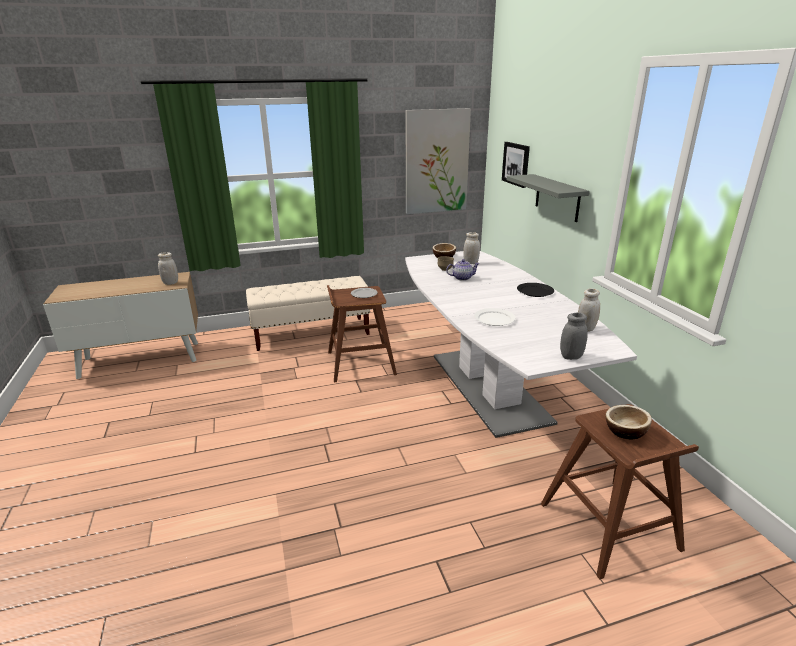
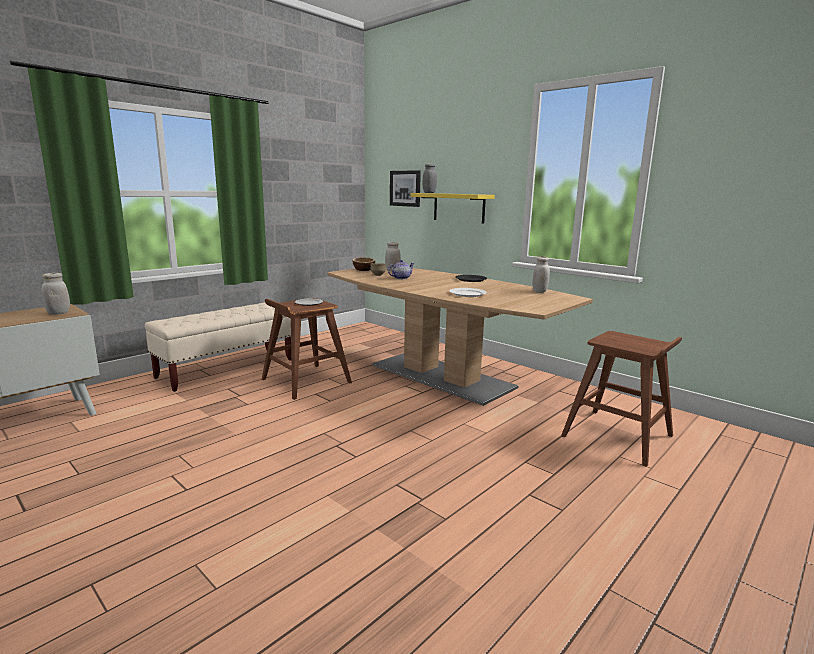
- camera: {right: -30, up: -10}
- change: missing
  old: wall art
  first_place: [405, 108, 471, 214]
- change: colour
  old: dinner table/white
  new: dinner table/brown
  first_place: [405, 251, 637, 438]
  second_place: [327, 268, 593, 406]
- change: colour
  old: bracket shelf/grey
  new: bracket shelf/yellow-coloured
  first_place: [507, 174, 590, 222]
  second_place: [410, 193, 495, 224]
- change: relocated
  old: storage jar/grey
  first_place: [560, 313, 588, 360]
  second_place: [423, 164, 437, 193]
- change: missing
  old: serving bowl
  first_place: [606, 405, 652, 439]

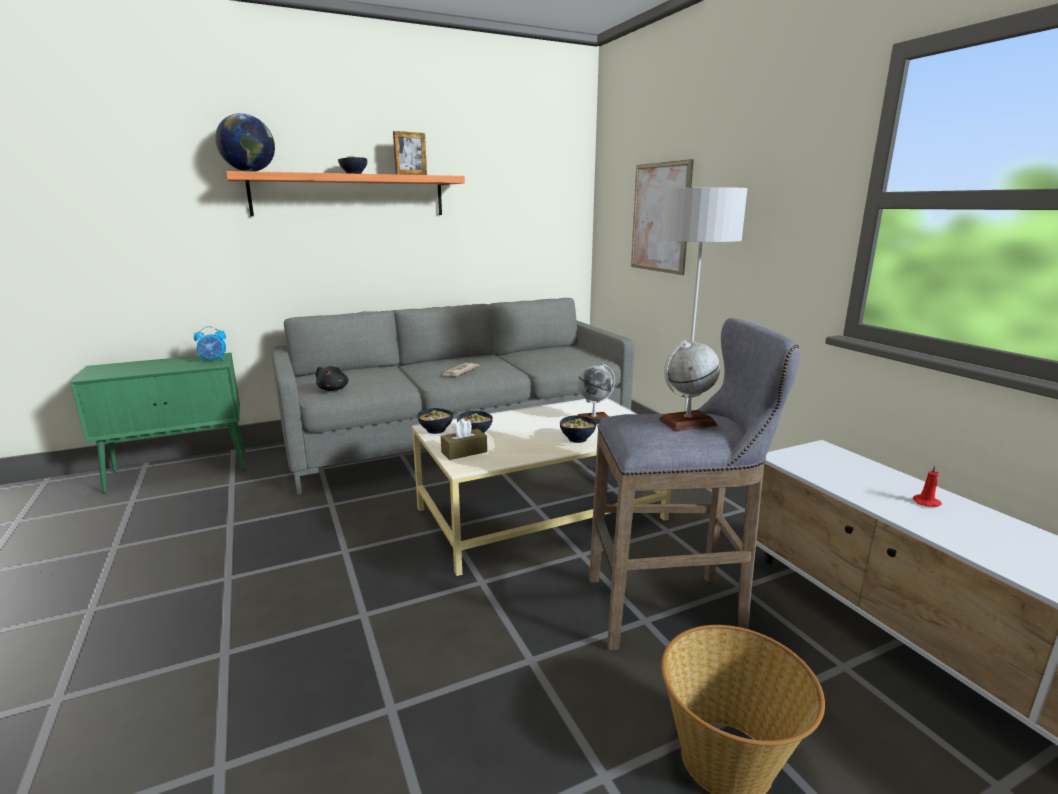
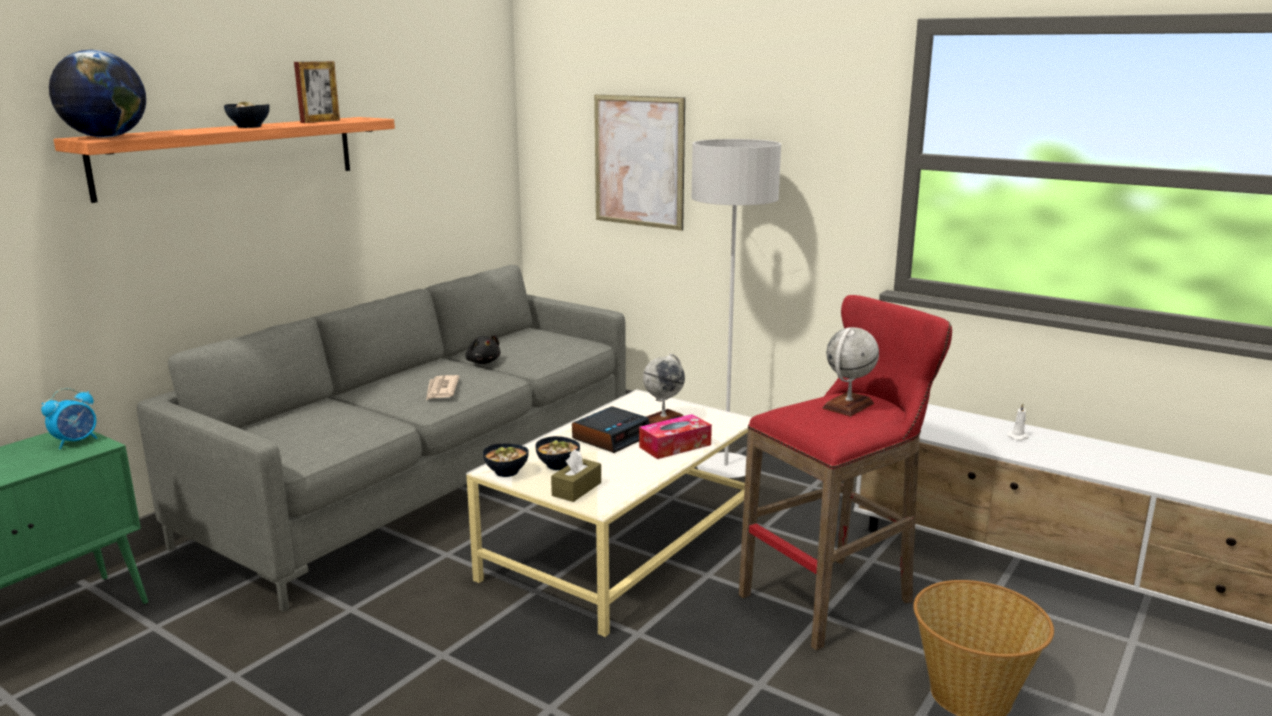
- camera: {right: -30, up: 0}
- change: relocated
  old: plush toy/black-coloured
  first_place: [316, 366, 349, 391]
  second_place: [465, 335, 501, 364]
- change: exchanged
  old: serving bowl
  new: tissue box
  first_place: [560, 415, 596, 443]
  second_place: [639, 414, 712, 459]
- change: colour
  old: sitting stool/grey
  new: sitting stool/red
  first_place: [589, 318, 799, 650]
  second_place: [739, 295, 952, 651]
- change: colour
  old: wax candle/red
  new: wax candle/white
  first_place: [913, 464, 942, 507]
  second_place: [1007, 403, 1029, 440]
- change: appeared
  new: table clock
  second_place: [572, 407, 650, 453]

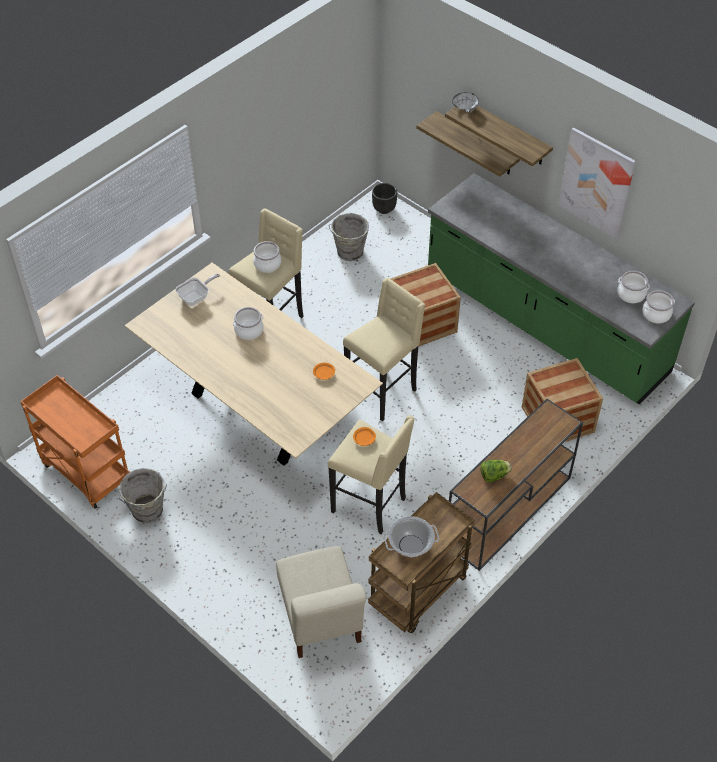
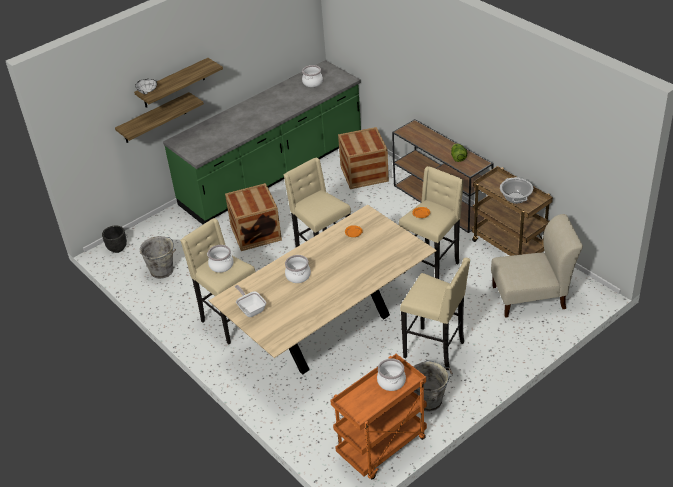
- camera: {right: -80, up: -10}
- change: missing
  old: wall art
  first_place: [559, 127, 636, 239]
- change: relocated
  old: stockpot
  first_place: [642, 290, 675, 323]
  second_place: [377, 358, 406, 391]
- change: appeared
  new: sitting stool/beige
  second_place: [400, 258, 470, 370]

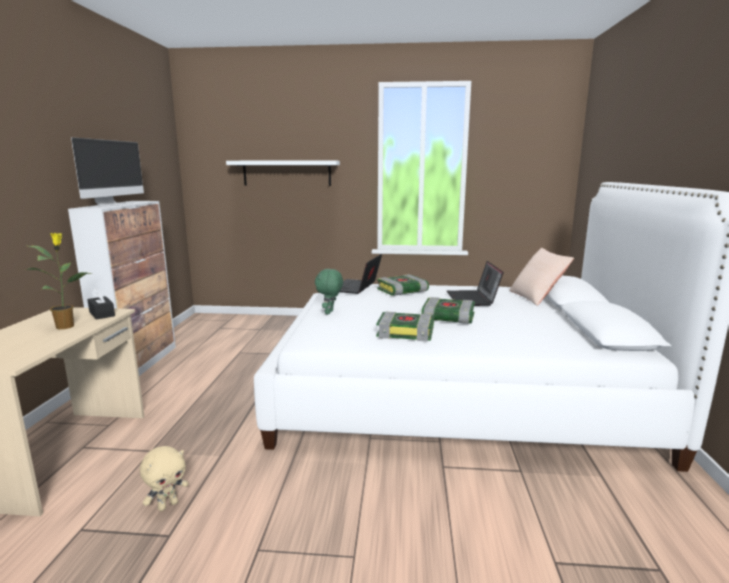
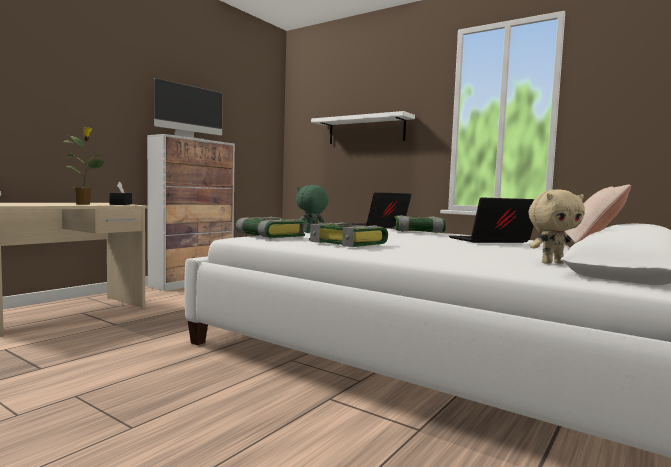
- camera: {right: 30, up: -10}
- change: relocated
  old: plush toy/beige
  first_place: [140, 446, 189, 511]
  second_place: [529, 189, 585, 264]
- change: relocated
  old: bound book
  first_place: [421, 297, 475, 324]
  second_place: [235, 217, 305, 238]
- change: spun
  old: laptop
  first_place: [447, 261, 504, 306]
  second_place: [449, 197, 535, 243]
  degrees: 45

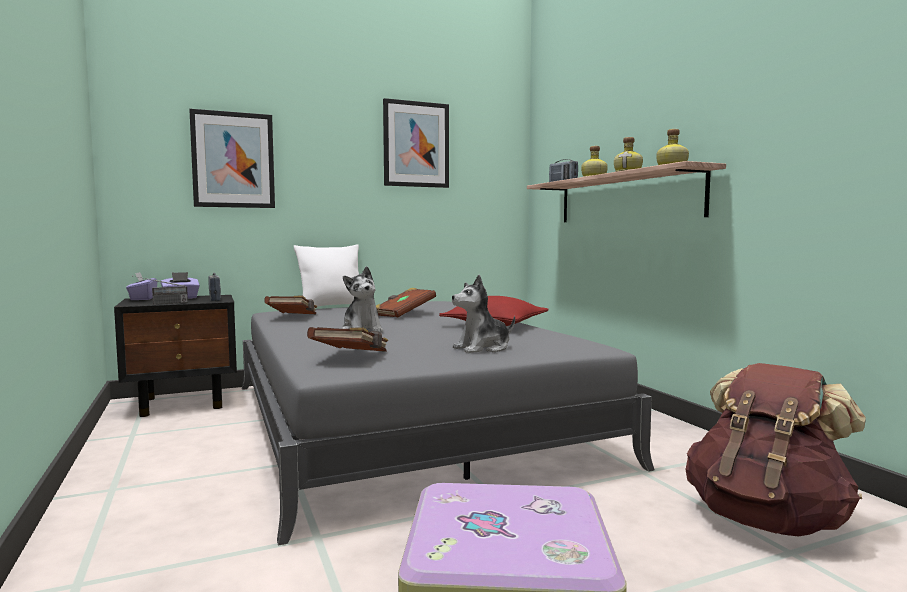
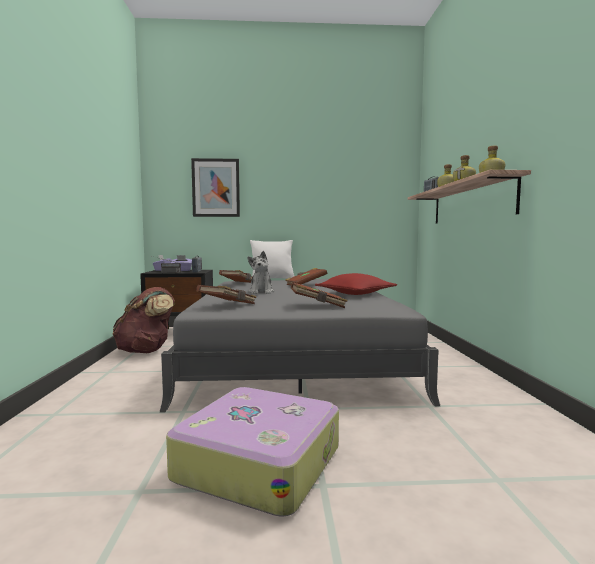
- camera: {right: 20, up: 0}
- change: missing
  old: wall art
  first_place: [383, 98, 449, 188]
- change: exchanged
  old: plush toy
  new: bound book/brown
  first_place: [452, 275, 515, 353]
  second_place: [291, 282, 348, 308]
- change: relocated
  old: knapsack/brown
  first_place: [686, 363, 866, 537]
  second_place: [113, 287, 175, 353]

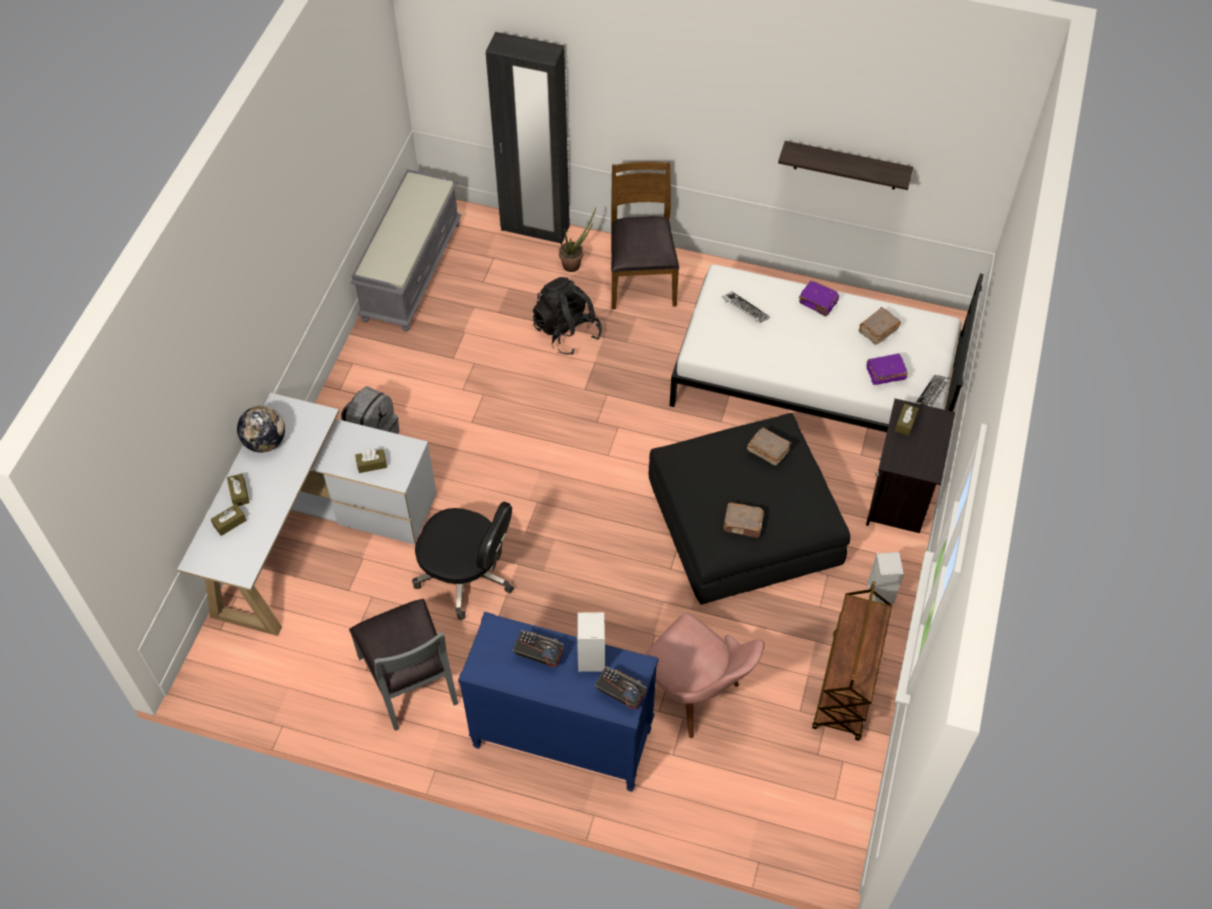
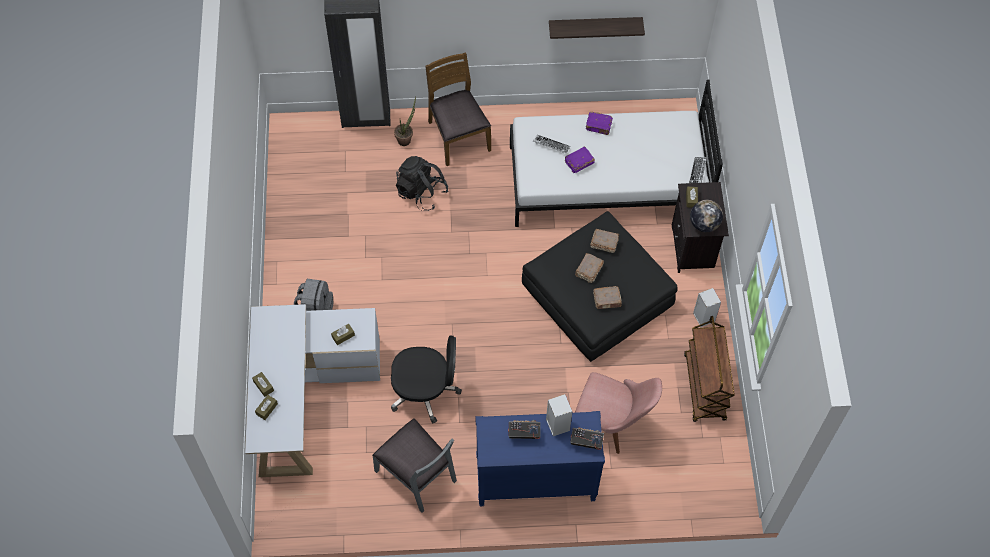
- camera: {right: -20, up: 5}
- change: relocated
  old: globe
  first_place: [237, 406, 285, 453]
  second_place: [690, 200, 723, 232]
- change: missing
  old: indoor bench/grey
  first_place: [351, 169, 462, 332]
- change: relocated
  old: bound book/brown
  first_place: [858, 307, 901, 345]
  second_place: [575, 253, 604, 283]
- change: relocated
  old: bound book/purple
  first_place: [866, 353, 908, 385]
  second_place: [565, 146, 595, 173]

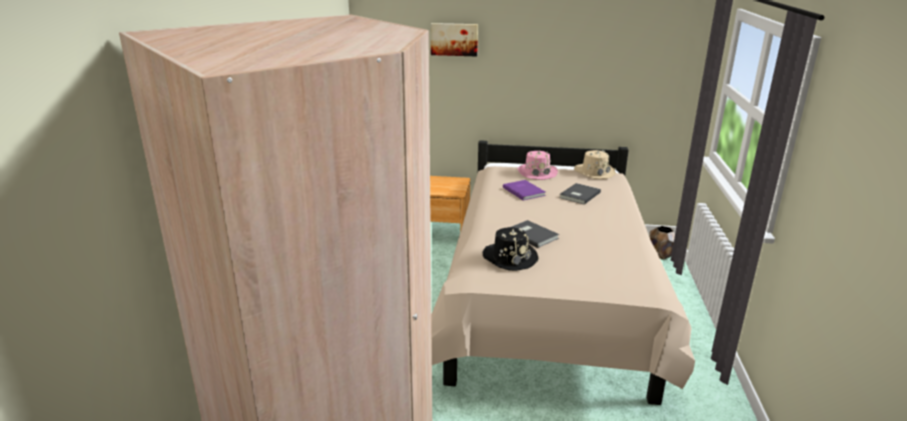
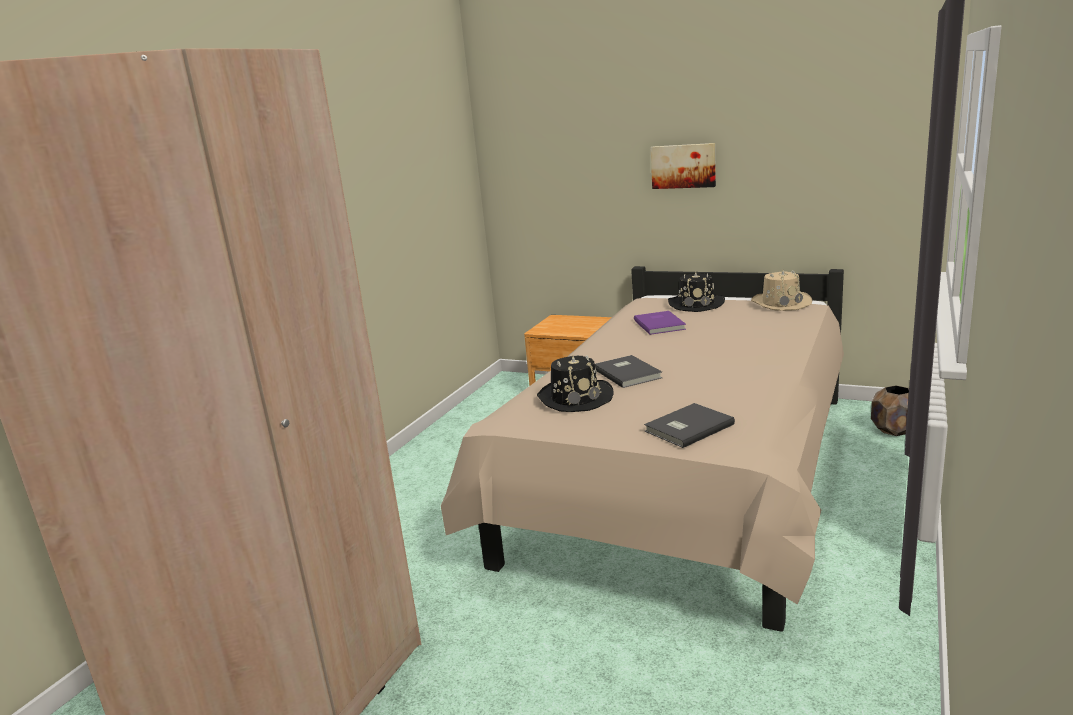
- camera: {right: 20, up: -5}
- change: relocated
  old: wall art
  first_place: [431, 23, 478, 57]
  second_place: [651, 143, 716, 189]
- change: colour
  old: clothing hat/pinkish
  new: clothing hat/black-coloured
  first_place: [517, 151, 558, 180]
  second_place: [668, 272, 725, 312]
- change: relocated
  old: bound book/grey
  first_place: [559, 183, 601, 205]
  second_place: [644, 403, 735, 448]

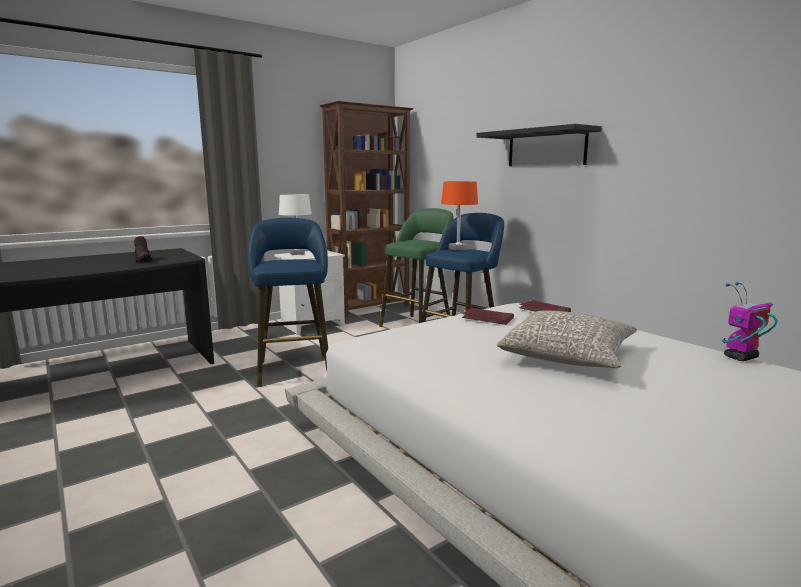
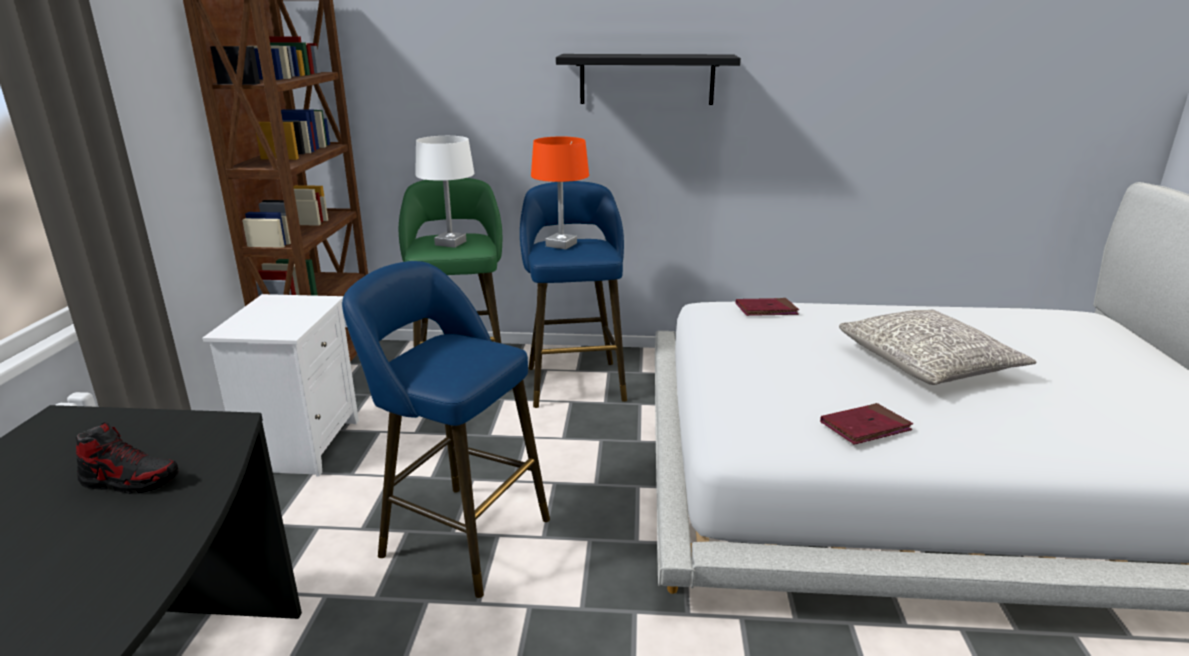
- camera: {right: -50, up: 10}
- change: relocated
  old: tabletop lamp/white
  first_place: [279, 194, 312, 255]
  second_place: [415, 136, 474, 248]
- change: relocated
  old: bound book/red
  first_place: [462, 308, 514, 325]
  second_place: [820, 403, 913, 445]
- change: missing
  old: toy robot
  first_place: [722, 282, 778, 361]

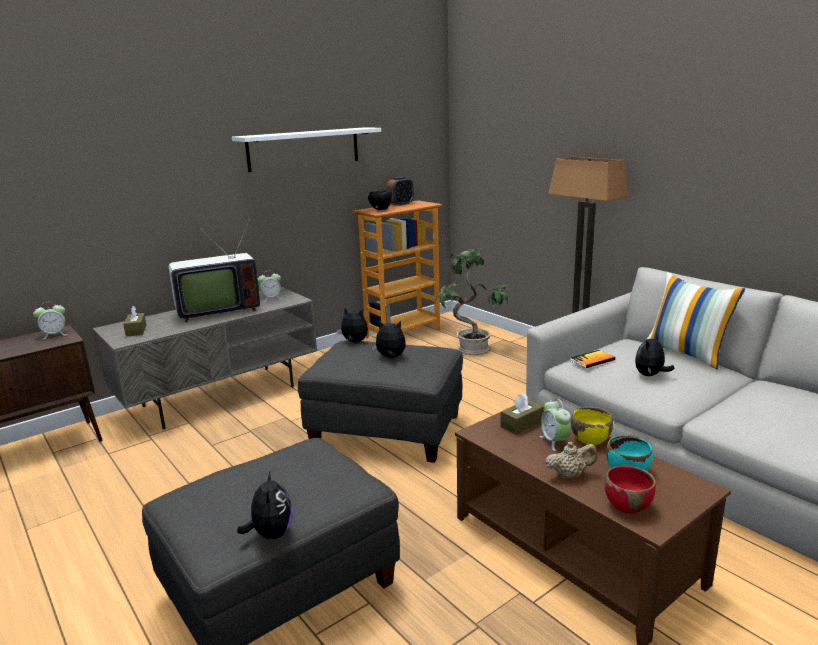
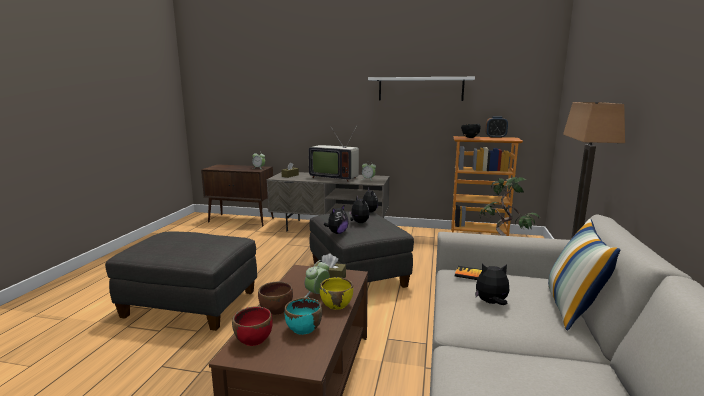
- camera: {right: 50, up: -5}
- change: relocated
  old: plush toy
  first_place: [237, 471, 293, 539]
  second_place: [324, 205, 349, 234]
- change: exchanged
  old: tea pot/beige
  new: serving bowl/brown
  first_place: [545, 441, 598, 479]
  second_place: [258, 281, 293, 315]

